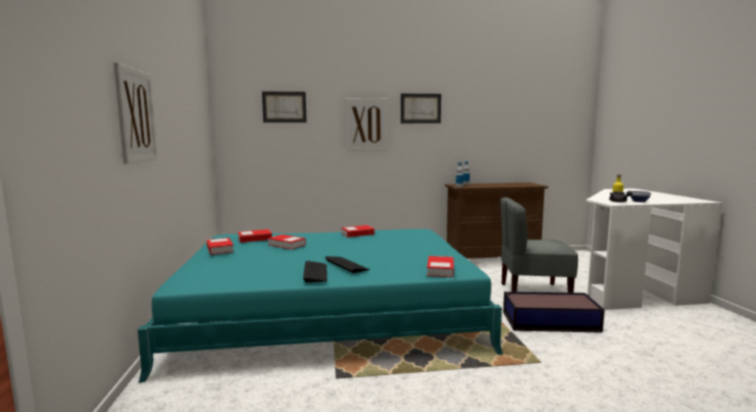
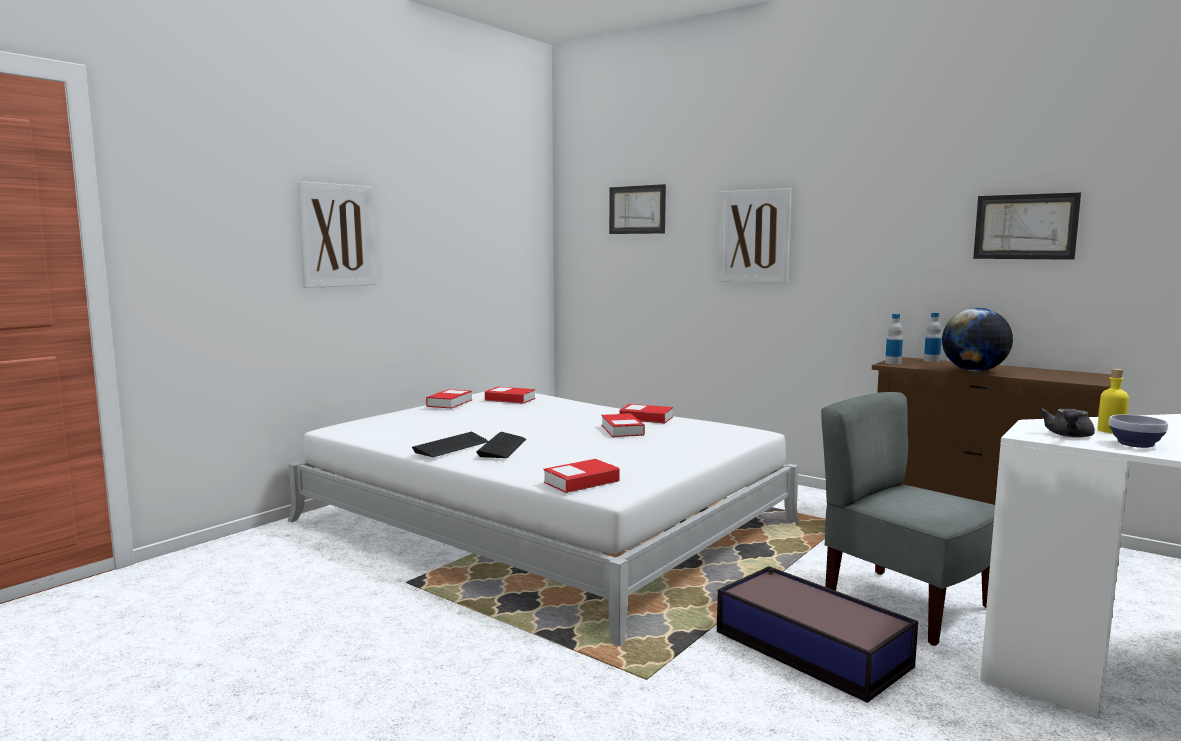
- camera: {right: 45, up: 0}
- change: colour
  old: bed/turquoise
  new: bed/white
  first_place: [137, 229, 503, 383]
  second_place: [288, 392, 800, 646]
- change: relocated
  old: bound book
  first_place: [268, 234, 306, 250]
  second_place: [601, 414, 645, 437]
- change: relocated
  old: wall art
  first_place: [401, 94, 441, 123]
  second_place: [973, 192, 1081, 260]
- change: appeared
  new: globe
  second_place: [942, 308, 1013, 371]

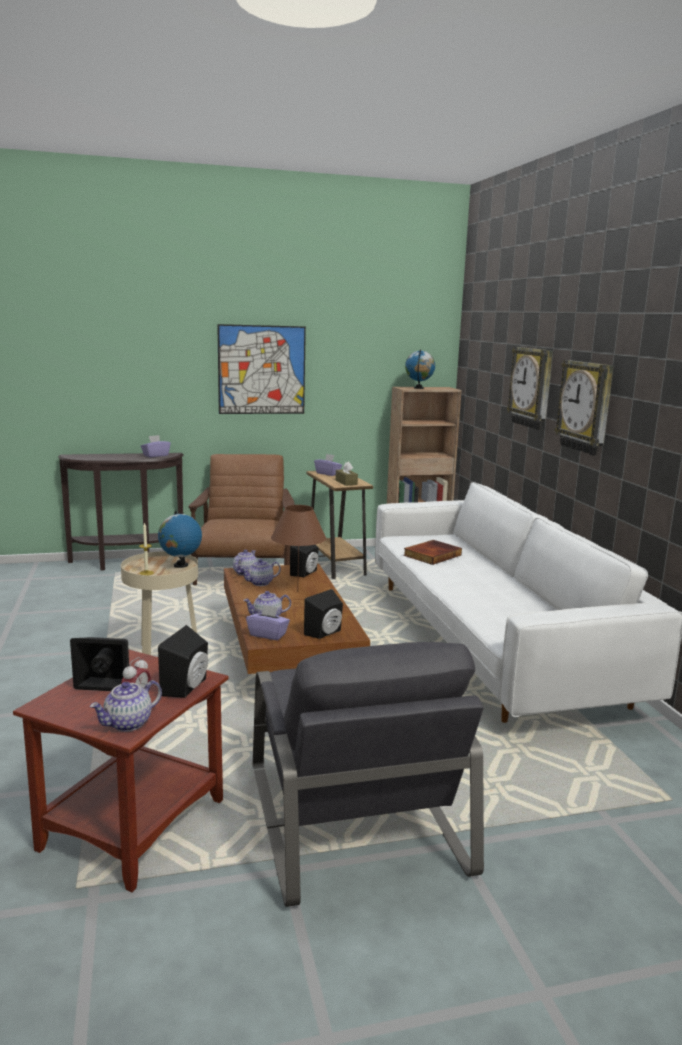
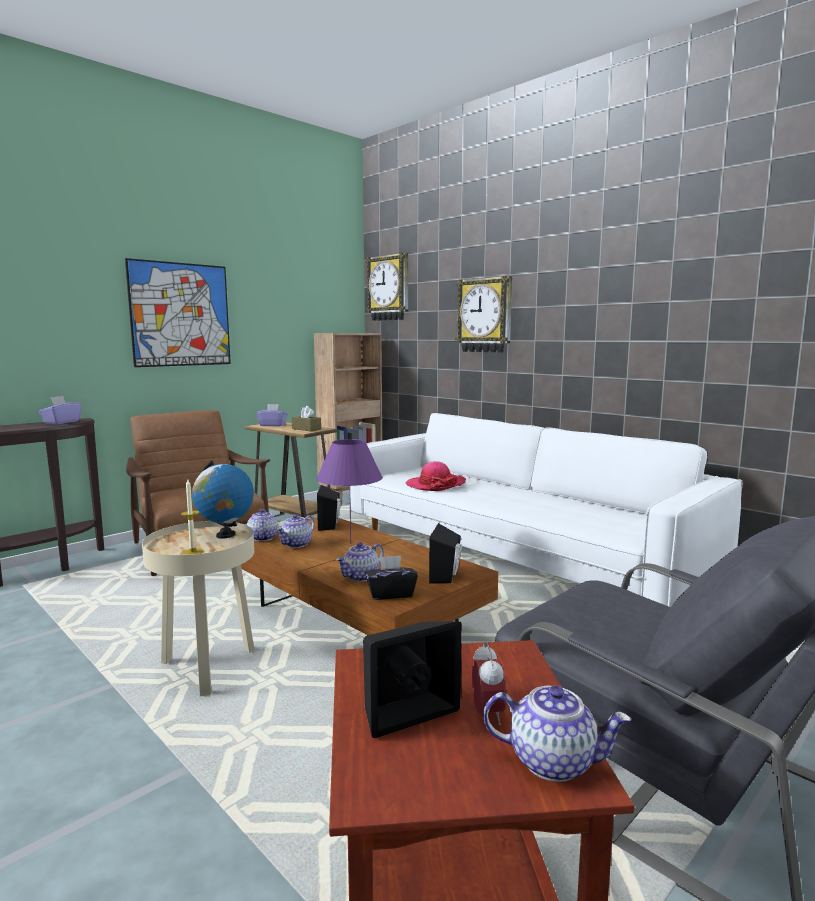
- camera: {right: -30, up: -5}
- change: spun
  old: tea pot
  first_place: [90, 680, 162, 732]
  second_place: [483, 685, 631, 782]
  degrees: -90
- change: missing
  old: audio speaker/black-coloured
  first_place: [158, 625, 208, 698]
- change: colour
  old: tissue box/purple
  new: tissue box/black-coloured
  first_place: [246, 604, 290, 640]
  second_place: [365, 555, 418, 600]
- change: colour
  old: tabletop lamp/brown
  new: tabletop lamp/purple
  first_place: [271, 505, 326, 592]
  second_place: [316, 439, 383, 544]
- change: exchanged
  old: bound book
  new: clothing hat
  first_place: [403, 540, 462, 565]
  second_place: [405, 461, 466, 491]
- change: missing
  old: globe
  first_place: [405, 349, 435, 389]
- change: relocated
  old: wall clock
  first_place: [554, 360, 614, 455]
  second_place: [366, 253, 408, 321]

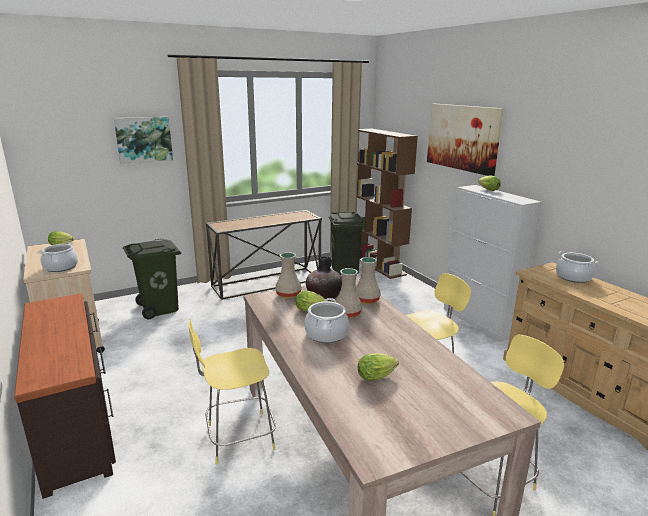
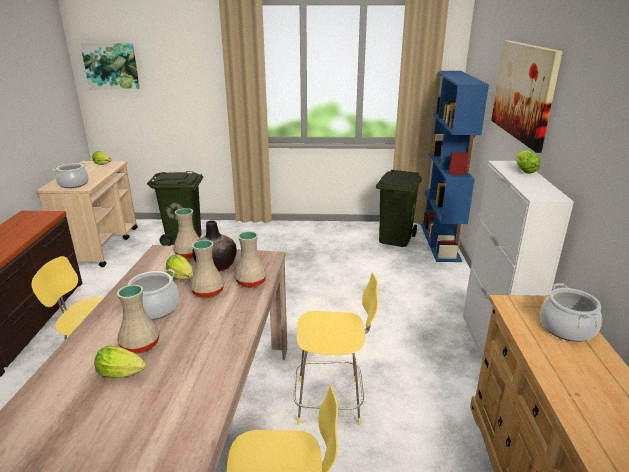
- camera: {right: 30, up: 5}
- change: relocated
  old: wall art
  first_place: [114, 117, 173, 164]
  second_place: [80, 43, 140, 89]
- change: missing
  old: narrow table
  first_place: [206, 210, 322, 300]
- change: colour
  old: bookshelf/brown
  new: bookshelf/bluish
  first_place: [356, 129, 418, 279]
  second_place: [420, 71, 489, 262]
- change: appeared
  new: flower vase/beige
  second_place: [117, 285, 160, 354]

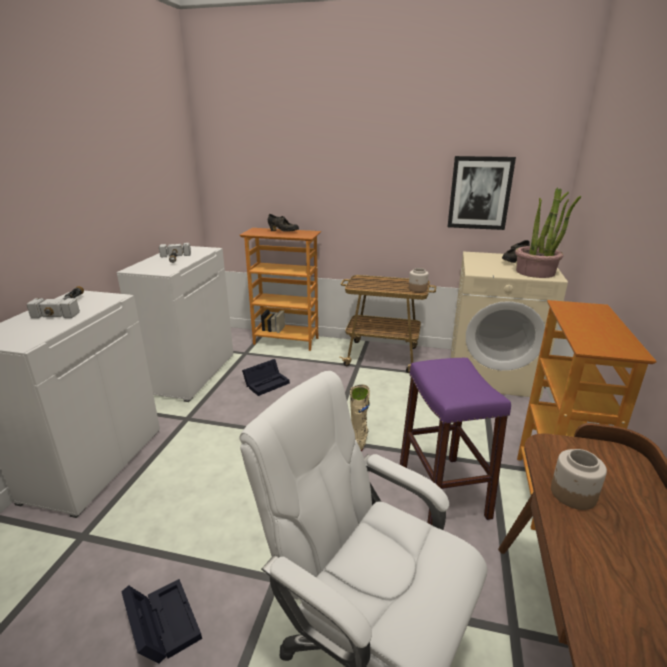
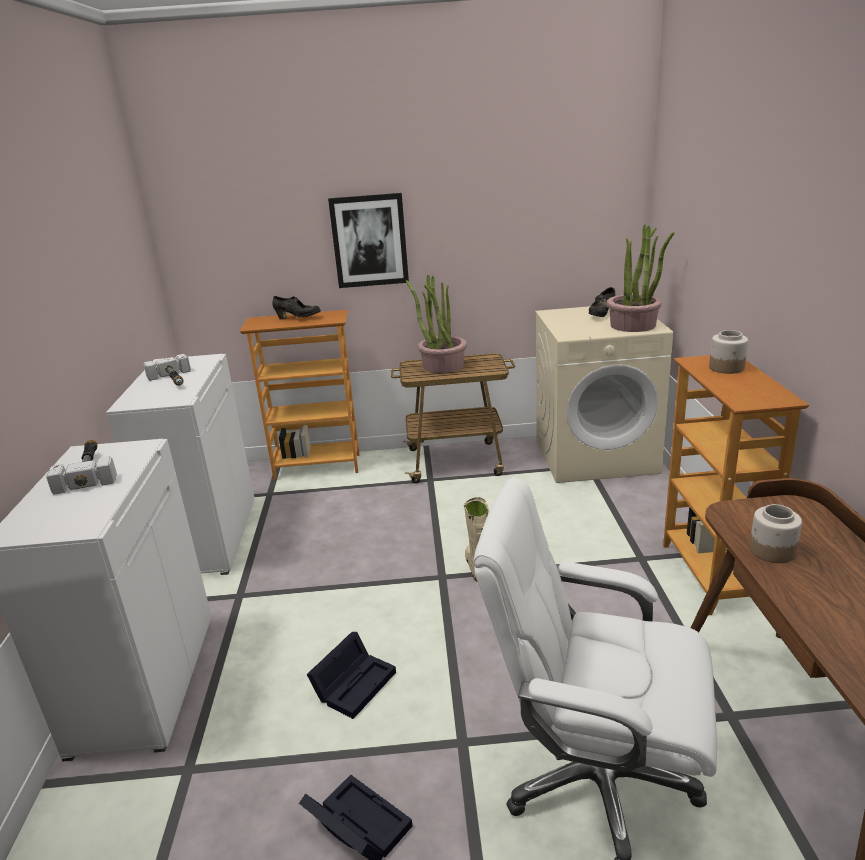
- camera: {right: -15, up: 0}
- change: relocated
  old: storage bin/black-coloured
  first_place: [242, 359, 290, 396]
  second_place: [307, 632, 396, 719]
- change: missing
  old: sitting stool/purple
  first_place: [400, 358, 511, 525]
- change: relocated
  old: storage jar
  first_place: [409, 268, 429, 292]
  second_place: [709, 330, 748, 374]
- change: relocated
  old: wall art
  first_place: [448, 156, 516, 230]
  second_place: [328, 193, 409, 288]
- change: appeared
  new: houseplant
  second_place: [406, 275, 467, 373]

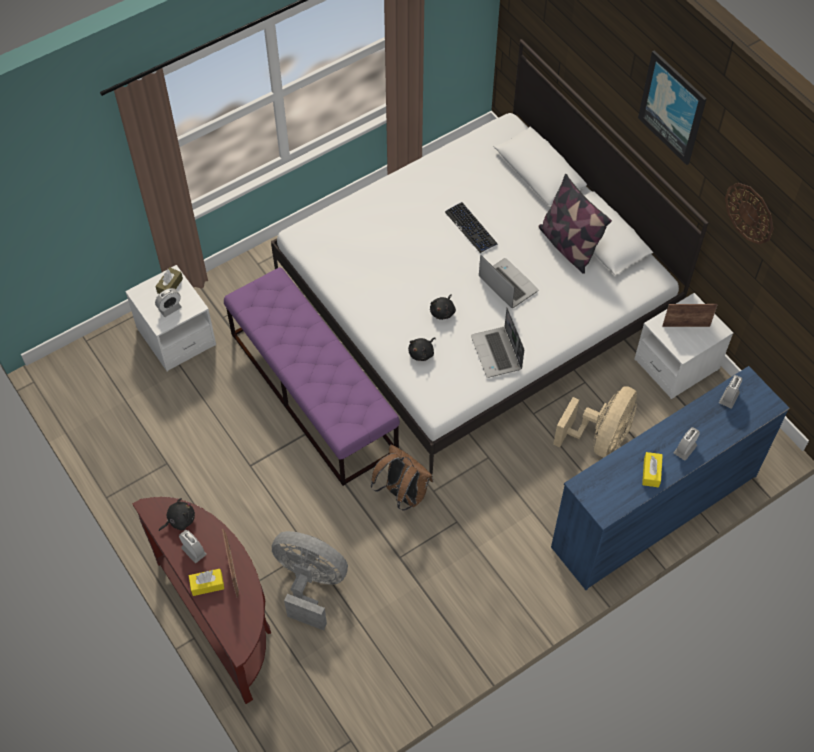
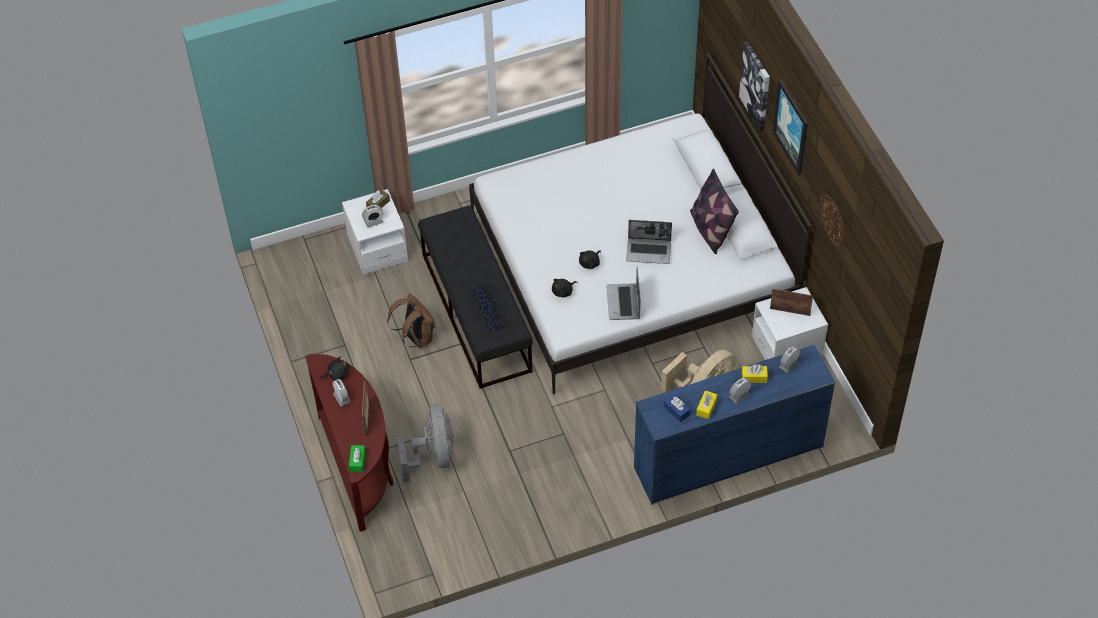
- camera: {right: 15, up: -5}
- change: relocated
  old: tissue box/yellow-coloured
  first_place: [189, 569, 224, 596]
  second_place: [742, 364, 768, 383]
- change: colour
  old: indoor bench/purple
  new: indoor bench/black-coloured
  first_place: [224, 267, 400, 486]
  second_place: [418, 206, 533, 389]
- change: spun
  old: cooling fan/grey
  first_place: [272, 531, 348, 631]
  second_place: [397, 404, 454, 482]
  degrees: 45
- change: relocated
  old: knapsack/brown
  first_place: [371, 445, 434, 511]
  second_place: [387, 294, 436, 348]
- change: relocated
  old: keyboard
  first_place: [445, 202, 498, 253]
  second_place: [470, 285, 505, 332]
- change: spun
  old: laptop
  first_place: [479, 255, 538, 308]
  second_place: [626, 220, 672, 264]
  degrees: 120
- change: appeared
  new: tissue box/green
  second_place: [349, 445, 366, 472]
- change: appeared
  new: tissue box/bluish
  second_place: [664, 394, 690, 422]
- change: appeared
  new: wall art
  second_place: [739, 42, 770, 131]

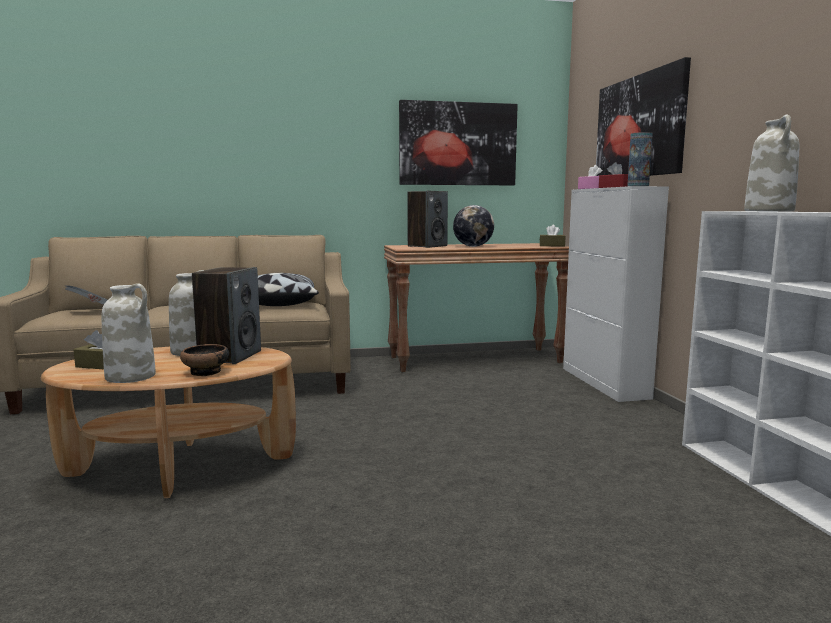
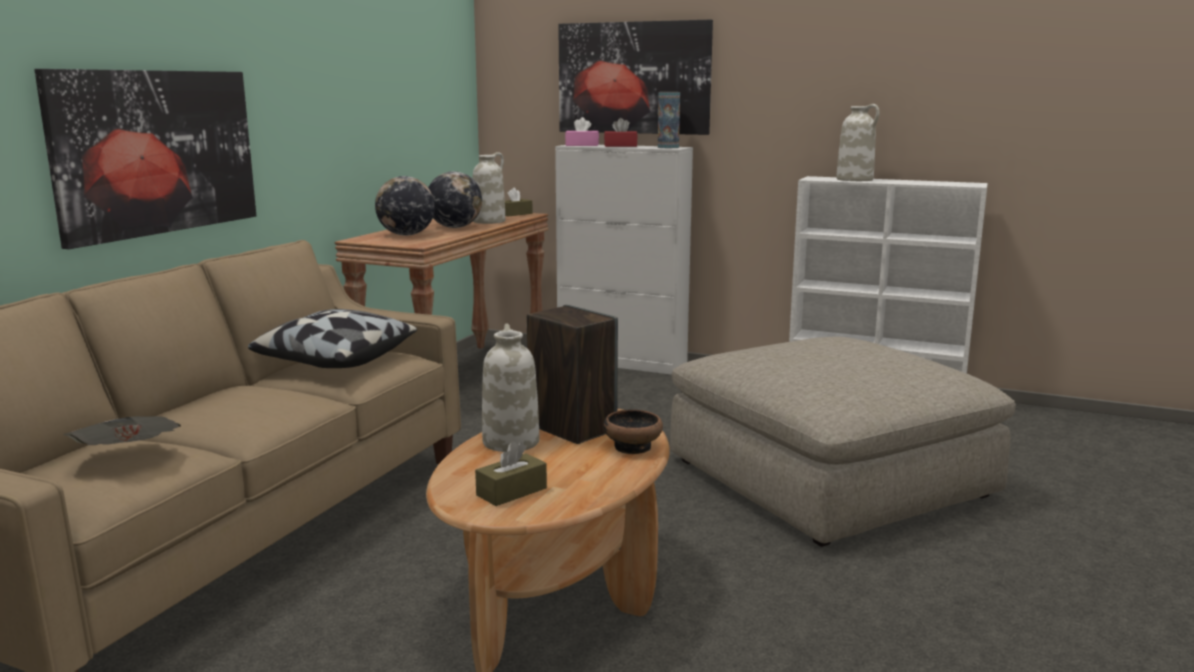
- camera: {right: -55, up: 5}
- change: relocated
  old: flower vase/white
  first_place: [101, 283, 156, 383]
  second_place: [472, 152, 505, 224]
- change: relocated
  old: wall art
  first_place: [399, 100, 518, 185]
  second_place: [34, 69, 256, 249]
- change: exchanged
  old: audio speaker
  new: globe
  first_place: [408, 191, 448, 248]
  second_place: [375, 176, 435, 236]
- change: appeared
  new: pouffe/beige
  second_place: [670, 336, 1016, 547]

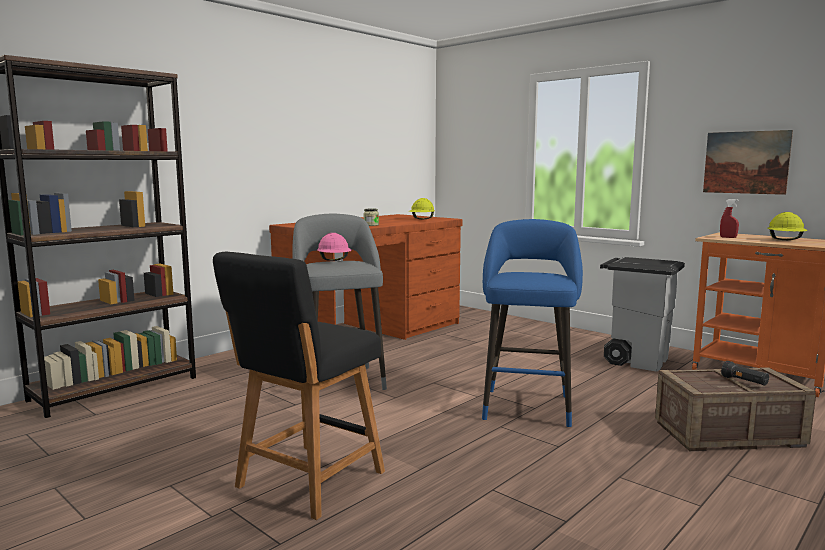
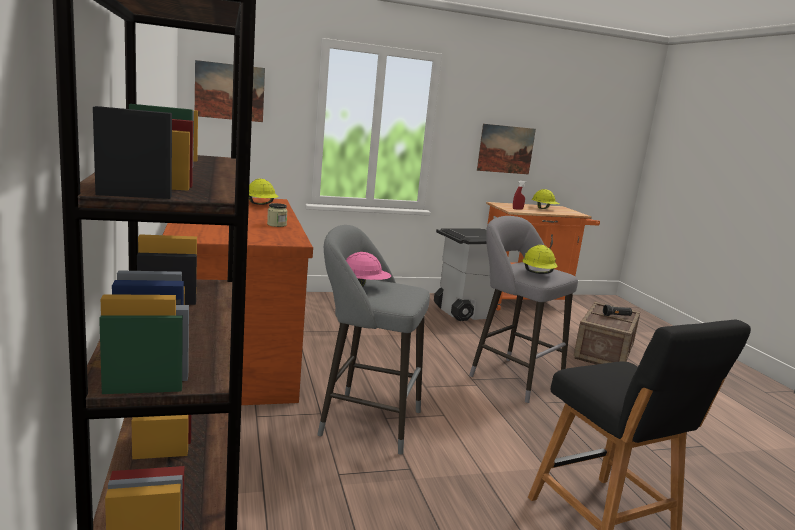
- camera: {right: -60, up: 5}
- change: colour
  old: sitting stool/bluish
  new: sitting stool/grey
  first_place: [482, 219, 583, 427]
  second_place: [469, 216, 578, 403]
- change: appeared
  new: wall art
  second_place: [195, 60, 265, 122]
- change: appeared
  new: work helmet/yellow-coloured
  second_place: [522, 245, 558, 274]

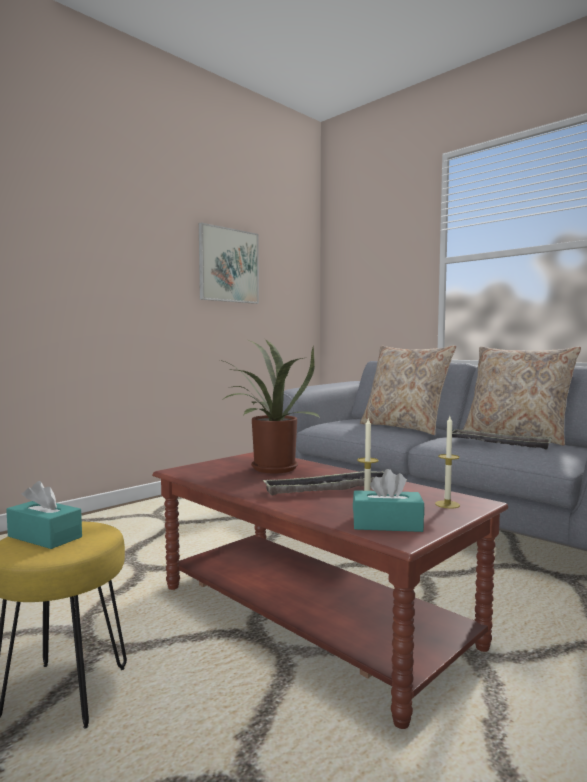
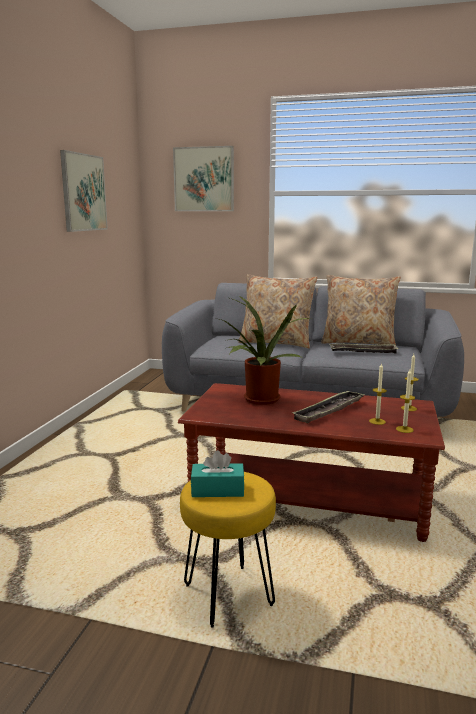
- camera: {right: -30, up: 10}
- change: exchanged
  old: tissue box/turquoise
  new: wax candle
  first_place: [353, 469, 424, 532]
  second_place: [396, 370, 415, 433]
- change: appeared
  new: wall art
  second_place: [173, 146, 234, 211]

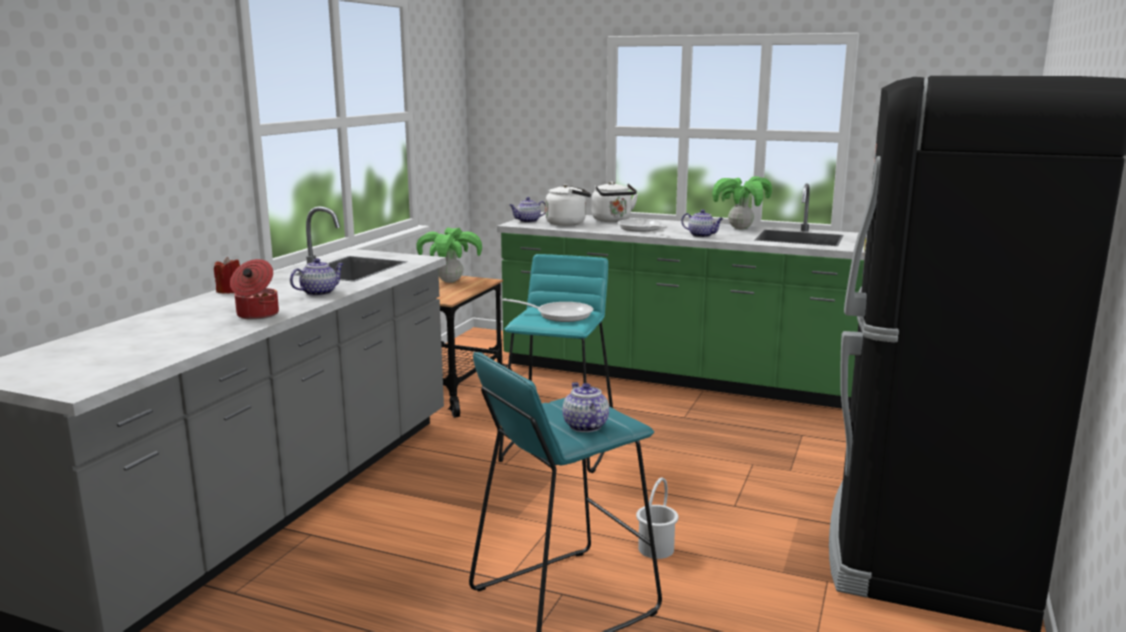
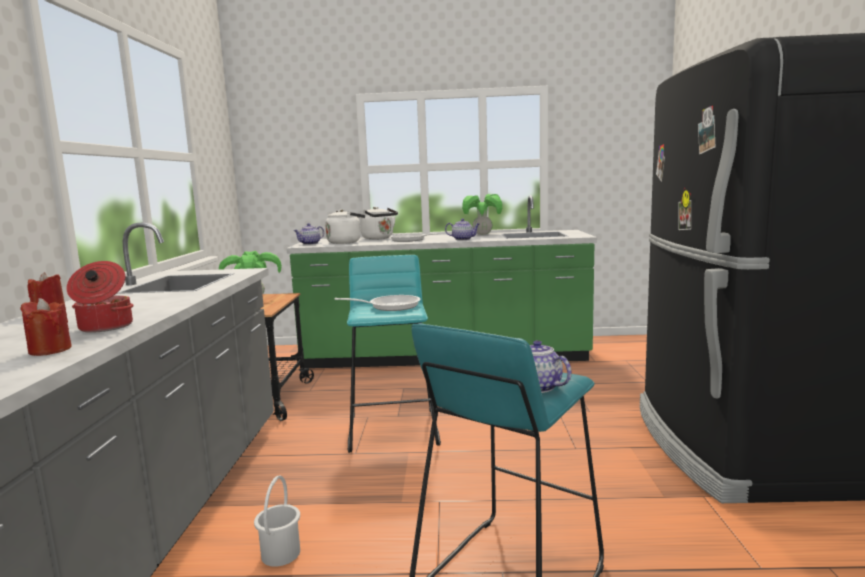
- camera: {right: -20, up: -5}
- change: missing
  old: tea pot
  first_place: [290, 258, 344, 296]
- change: relocated
  old: bucket/white
  first_place: [636, 478, 678, 559]
  second_place: [254, 476, 300, 567]
- change: appeared
  new: wax candle/red
  second_place: [20, 298, 72, 356]

